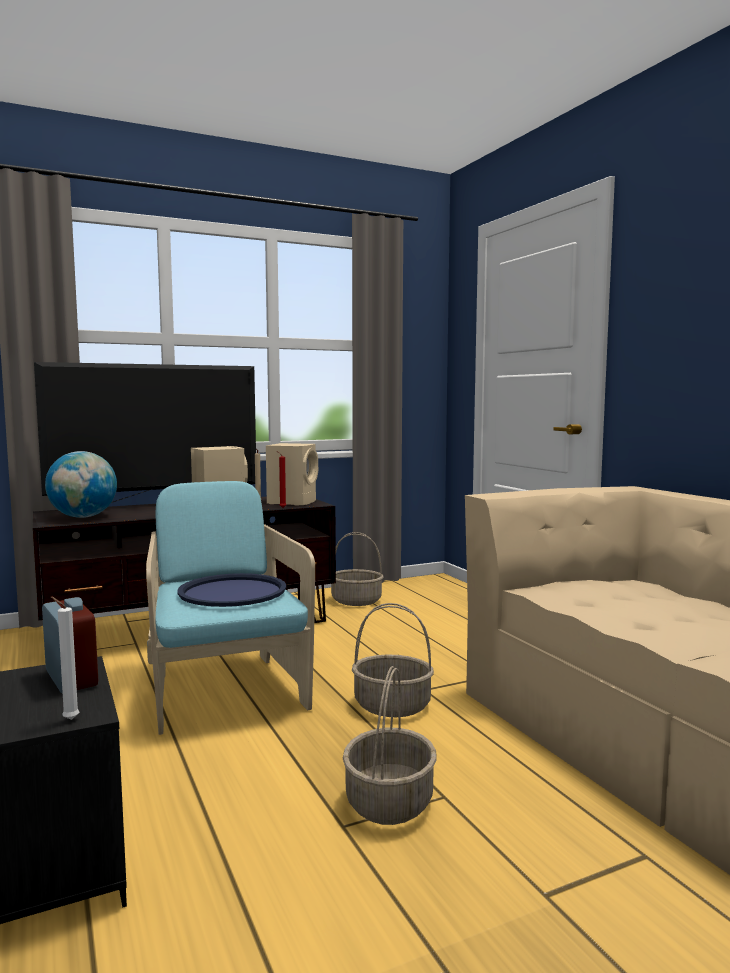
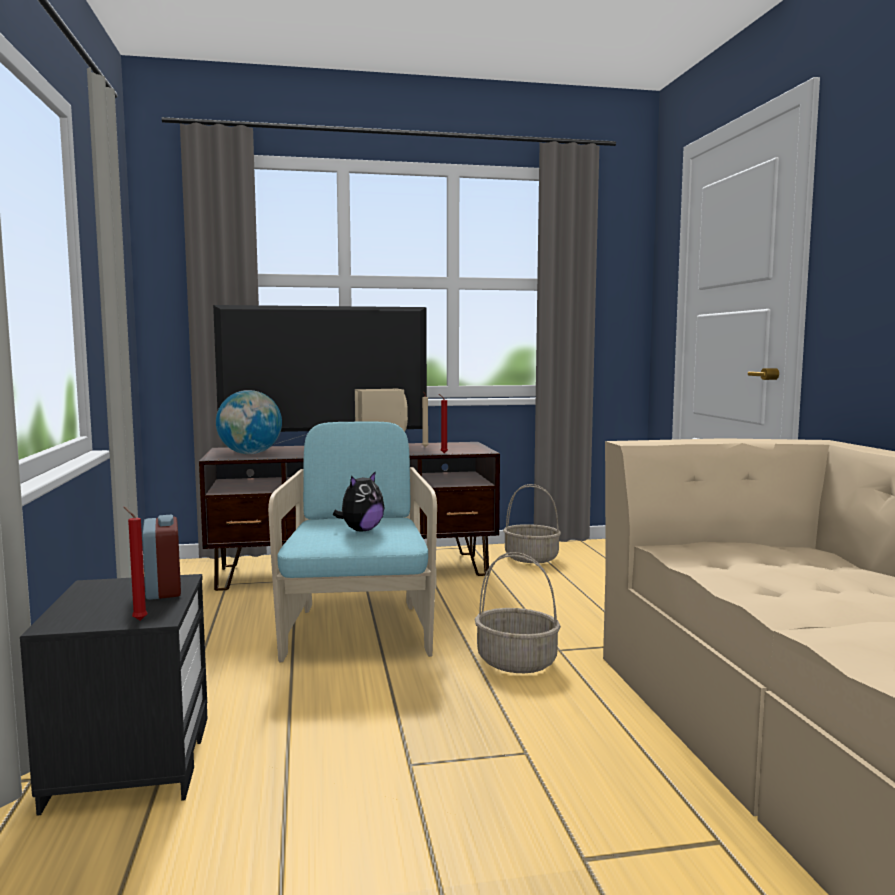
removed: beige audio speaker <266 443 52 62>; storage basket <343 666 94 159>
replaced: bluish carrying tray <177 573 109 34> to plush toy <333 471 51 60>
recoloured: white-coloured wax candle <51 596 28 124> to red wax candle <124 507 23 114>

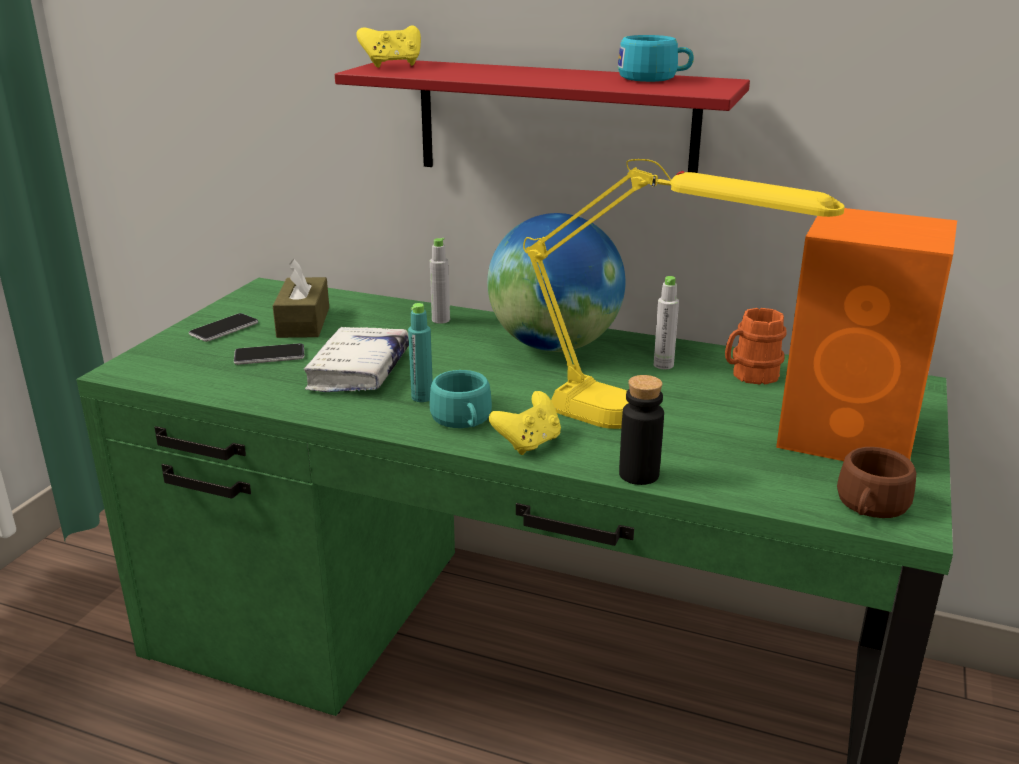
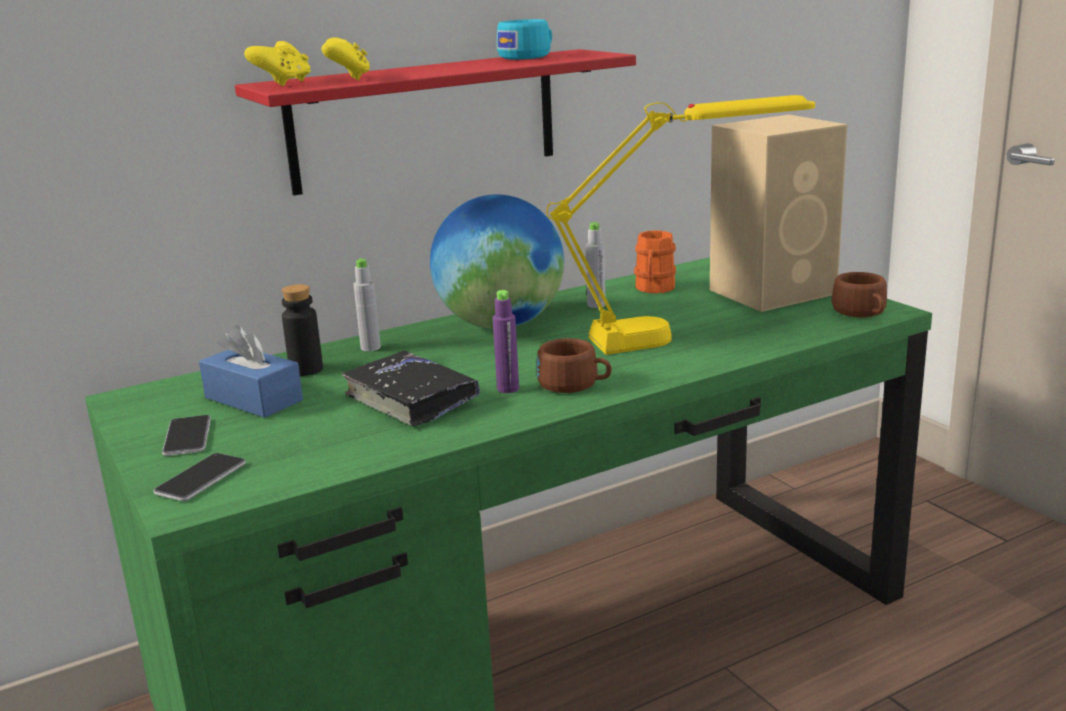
moved: phone <234 343 70 22> to <154 453 92 48>; blackish bottle <619 375 45 110> to <282 284 41 92>; yellowish game controller <489 391 72 64> to <322 37 48 44>
recoloured: orange audio speaker <776 208 181 253> to beige audio speaker <710 115 137 197>; brown box of tissues <273 259 56 79> to bluish box of tissues <199 325 104 93>; turquoise bottle <408 303 25 99> to purple-coloured bottle <492 290 27 103>; white-coloured book <304 327 105 65> to blackish book <342 351 138 75>; turquoise cup <430 370 62 58> to brown cup <537 338 75 55>

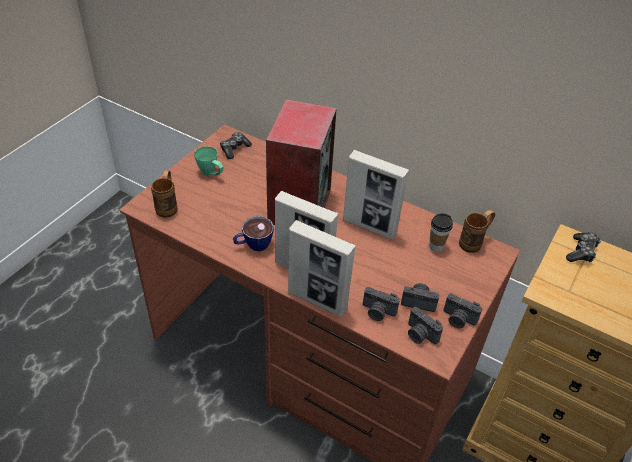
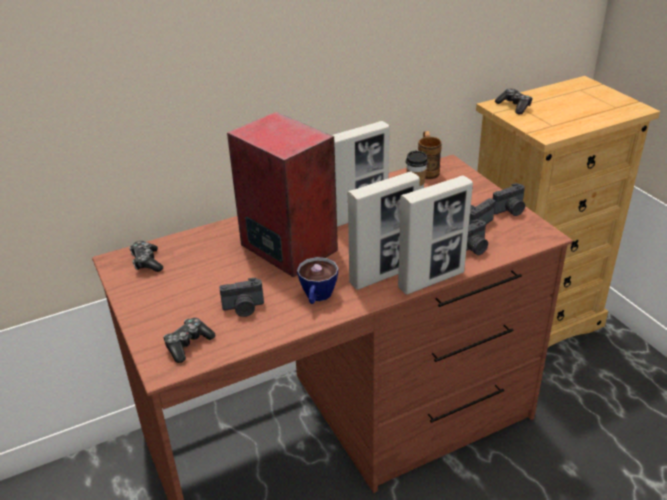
removed: green-coloured tea mug <194 146 29 30>
moved: still camera <408 307 35 37> to <219 278 45 39>
replaced: brown tea mug <151 170 26 48> to game controller <163 318 52 45>

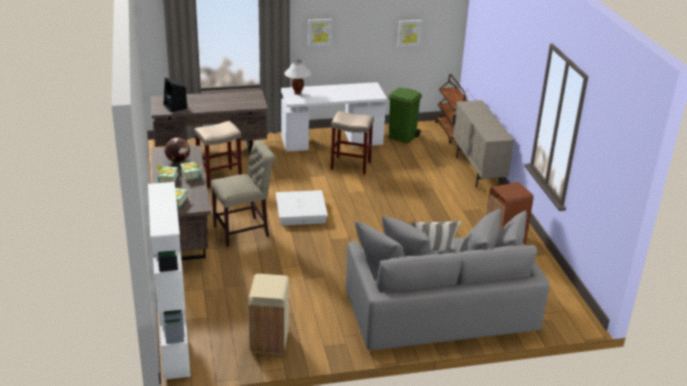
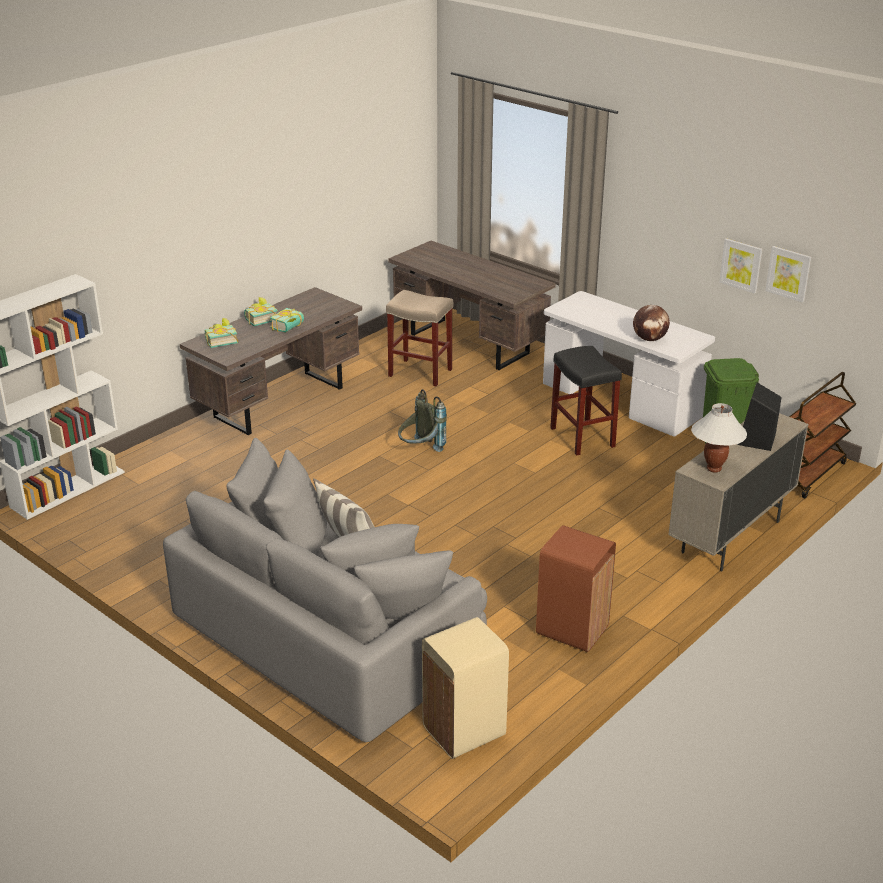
removed: beige upright chair <211 140 65 107>
moved: wall art <308 19 24 28> to <719 238 44 55>; white-coloured table lamp <284 59 27 36> to <691 403 56 70>; blackish audio speaker <164 78 23 34> to <738 382 44 69>; globe <165 137 25 26> to <633 305 37 36>; beige waste bin <248 274 41 80> to <422 617 87 142>
replaced: white-coloured storage box <276 190 52 36> to greyish rucksack <398 389 49 63>
recoloured: beige sitting stool <331 111 43 64> to blackish sitting stool <550 346 72 110>

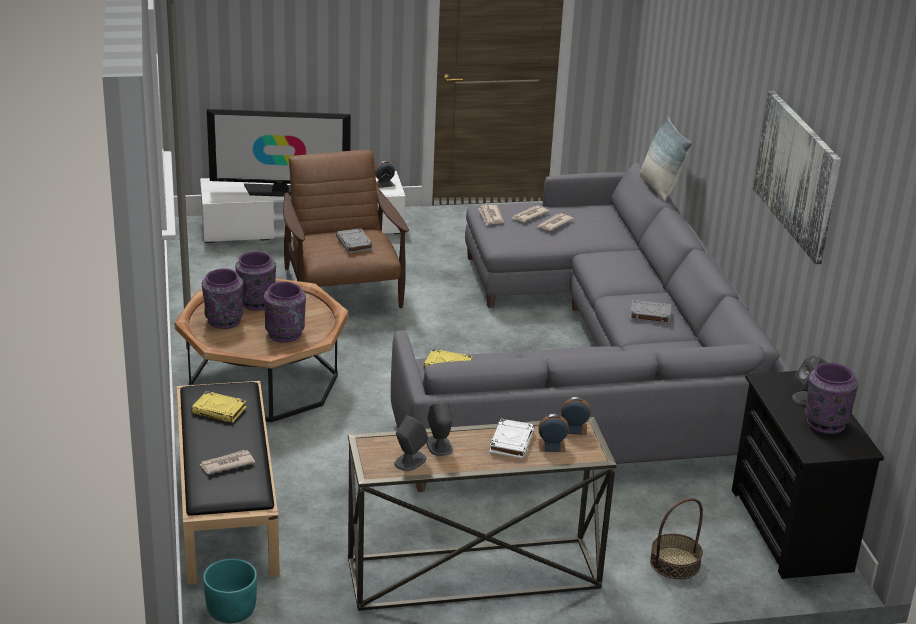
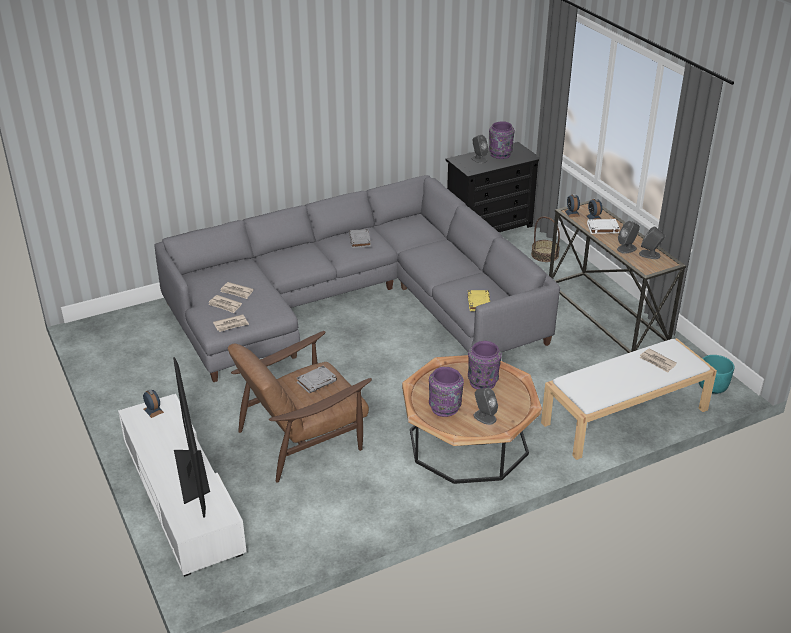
removed: wall art <753 91 88 173>; pillow <640 117 52 84>; yellowish book <191 391 56 32>
replaced: purple-coloured vase <202 268 41 61> to greyish audio speaker <473 388 25 37>
recoloured: blackish bench <177 381 103 204> to white-coloured bench <541 338 176 122>

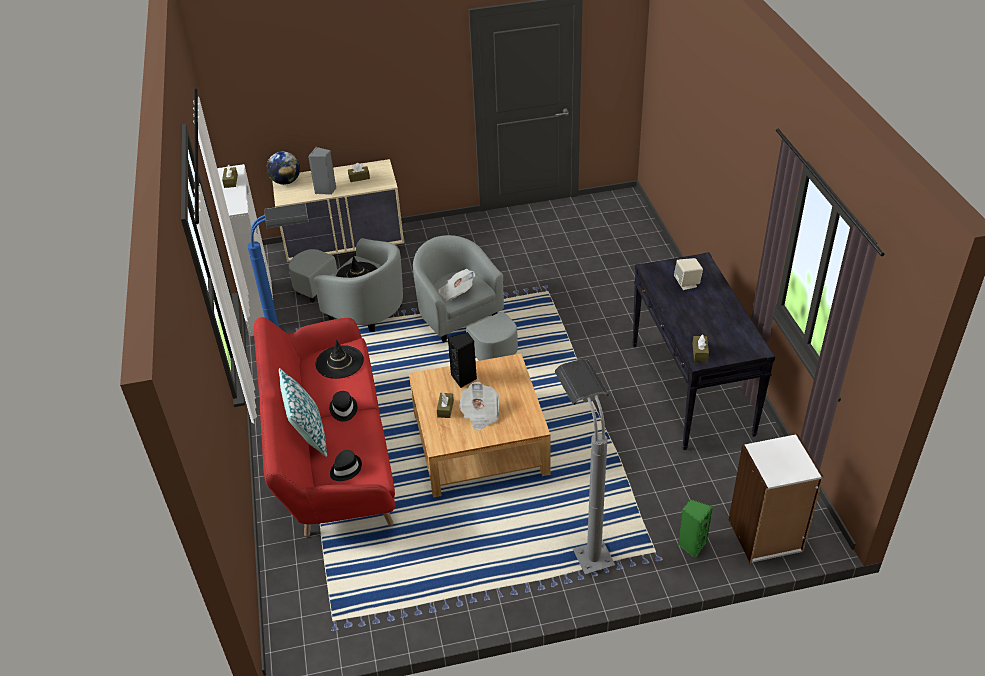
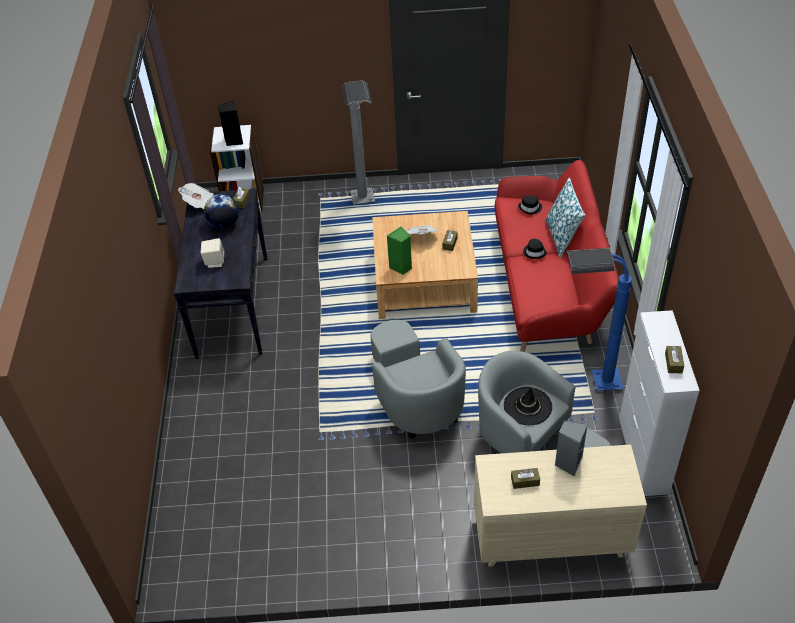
removed: blackish wearable hat <315 340 49 39>
moved: globe <267 151 33 34> to <204 194 35 35>; daily paper <438 269 37 32> to <178 183 36 26>; blackish audio speaker <448 332 29 56> to <218 101 25 45>; green-coloured audio speaker <678 499 35 59> to <387 226 25 49>

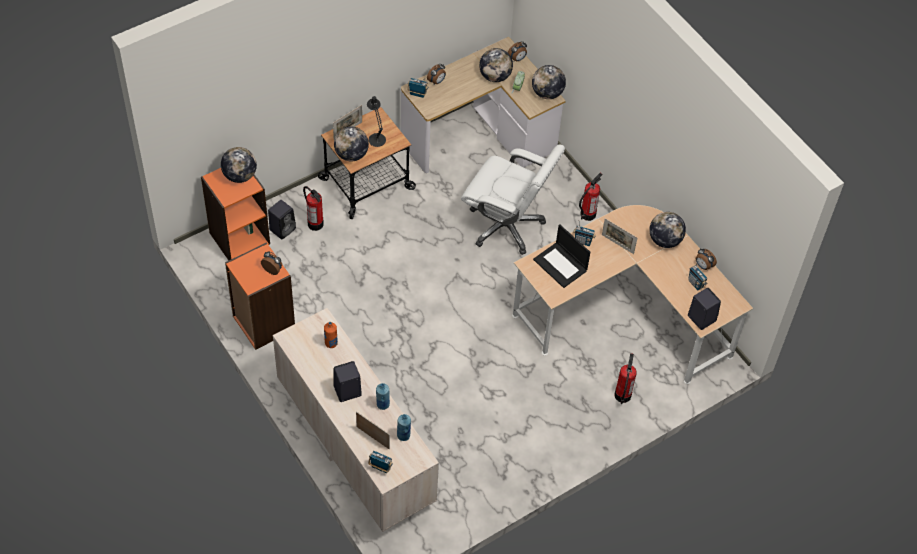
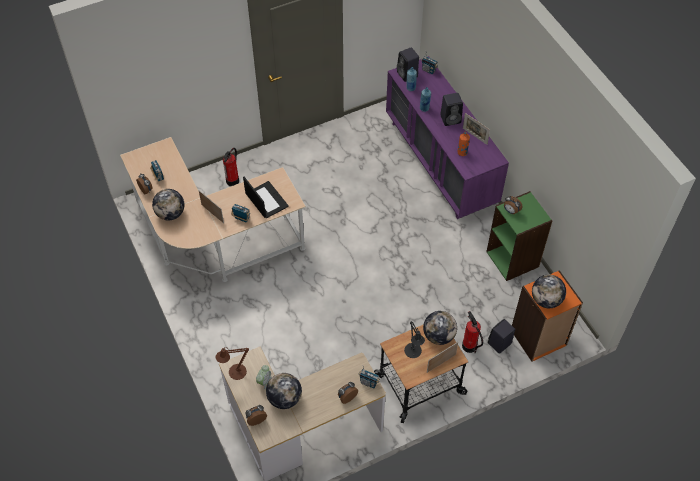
removed: white-coloured desk chair <461 144 104 111>; fire-fighting cylinder <579 173 24 48>
moved: blackish audio speaker <688 288 33 42> to <397 47 22 35>; picture frame <356 411 34 39> to <463 113 27 32>
replaced: globe <532 65 34 34> to brown table lamp <216 348 33 32>
recoloured: orange bookcase <225 242 70 108> to green-coloured bookcase <486 191 66 90>; beige chest of drawers <273 308 166 224> to purple-coloured chest of drawers <386 56 123 163>

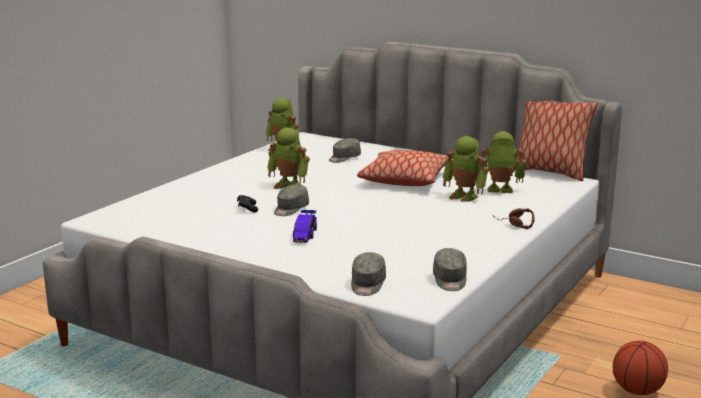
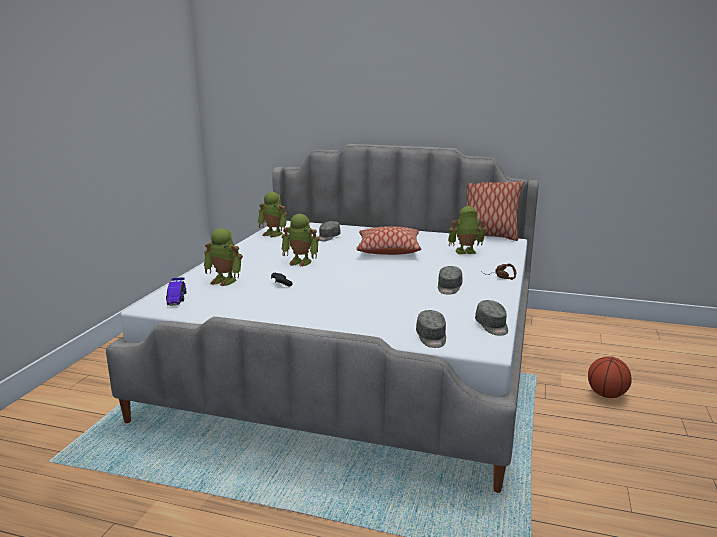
moved: model robot <442 136 47 66> to <204 228 39 58>; greyish peaked cap <274 185 35 31> to <438 266 25 29>; toy car <293 210 24 33> to <166 277 20 29>

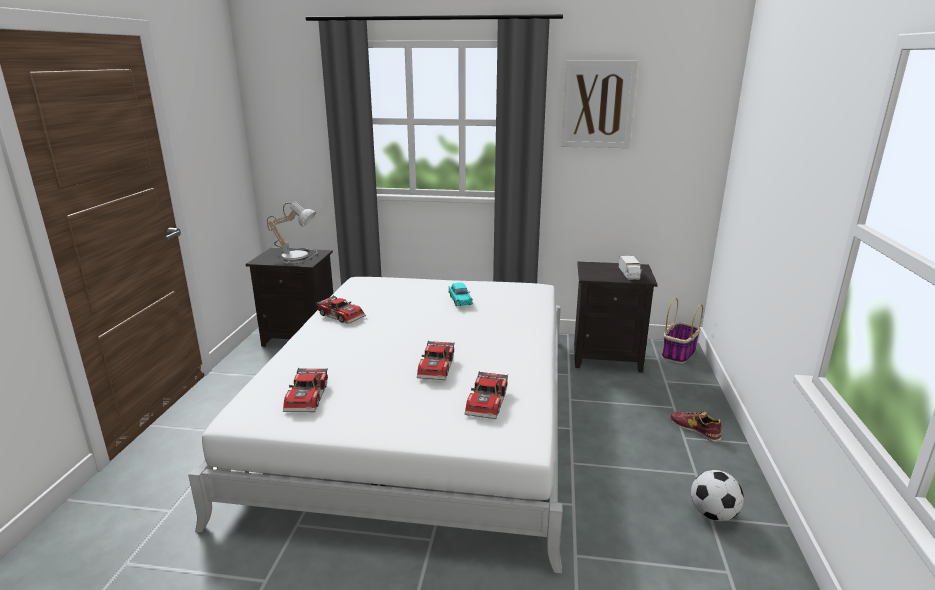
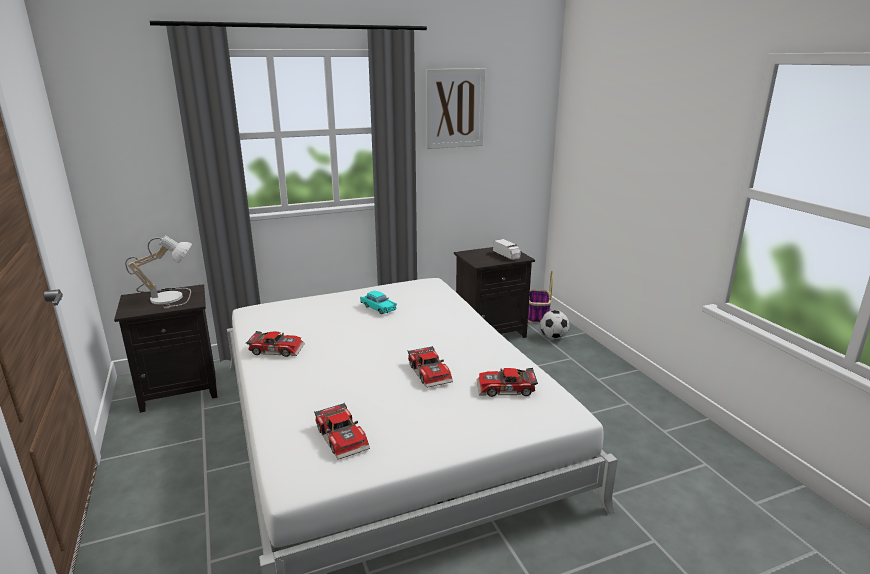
removed: low shoe <671 411 51 31>
moved: ball for football <691 470 53 51> to <540 310 29 29>
turned: toy car <465 371 43 48> = <477 368 61 29> 105 degrees clockwise

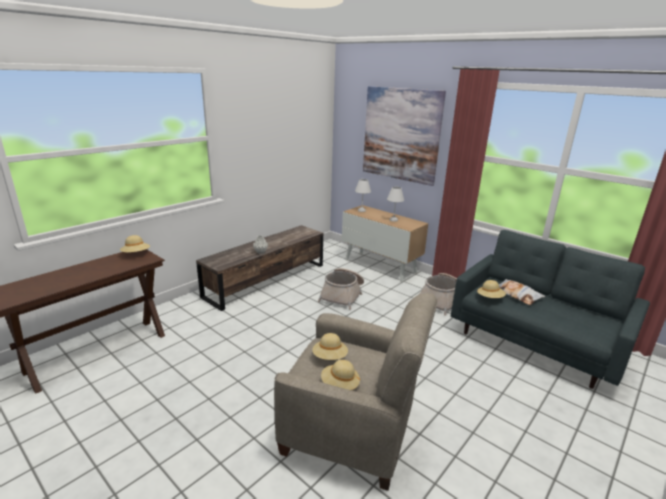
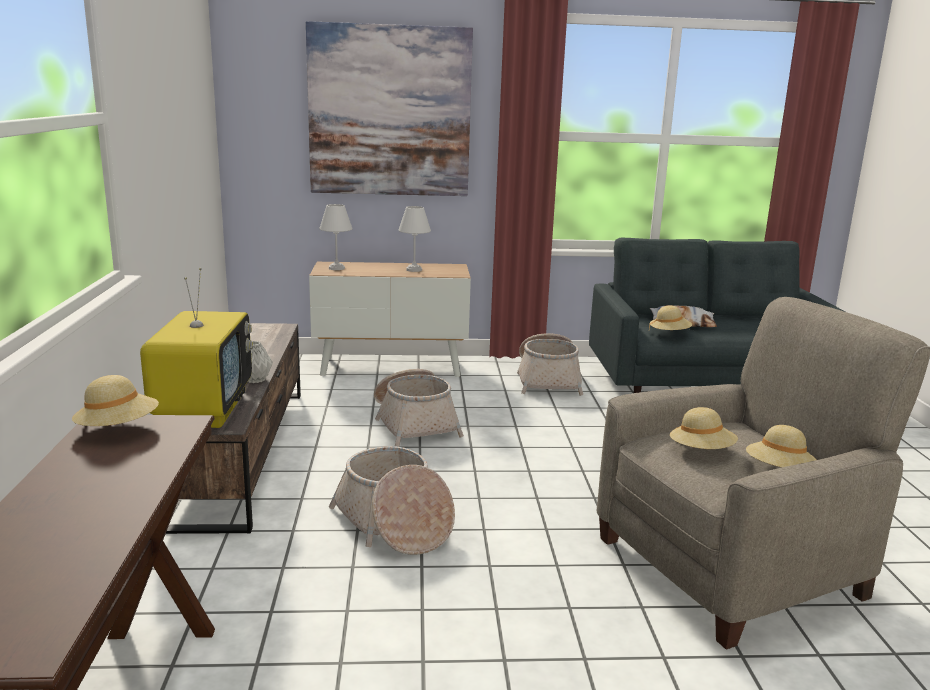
added: TV set <140 268 113 160>; storage basket <329 446 126 109>

